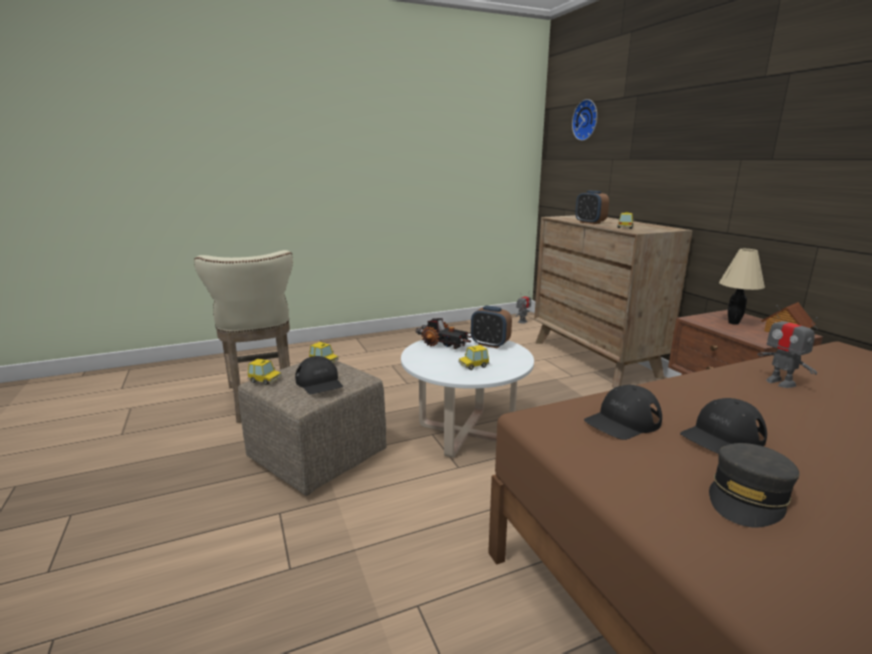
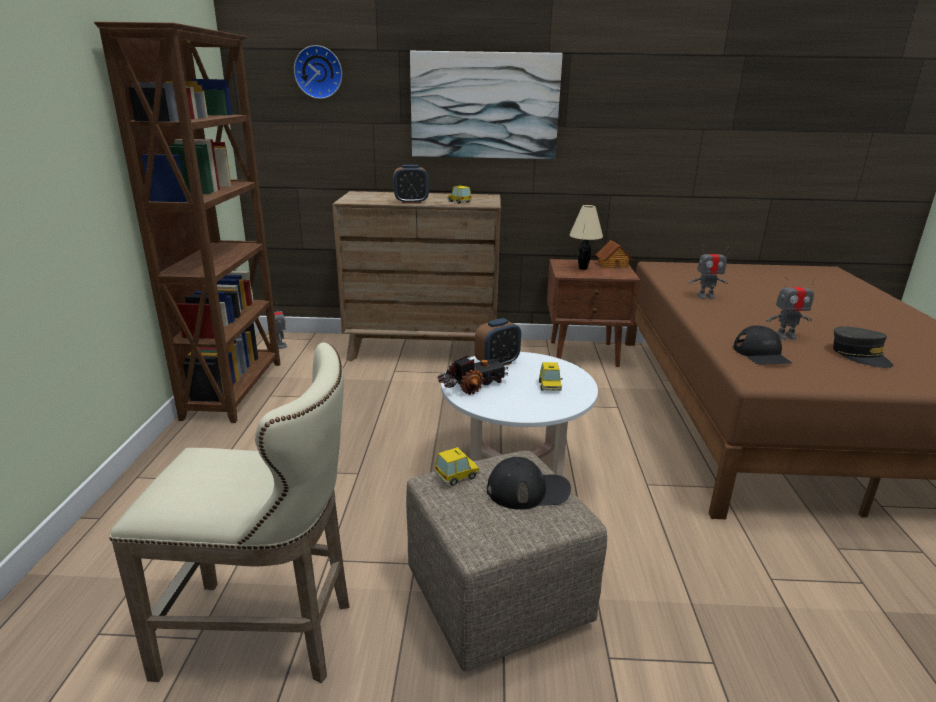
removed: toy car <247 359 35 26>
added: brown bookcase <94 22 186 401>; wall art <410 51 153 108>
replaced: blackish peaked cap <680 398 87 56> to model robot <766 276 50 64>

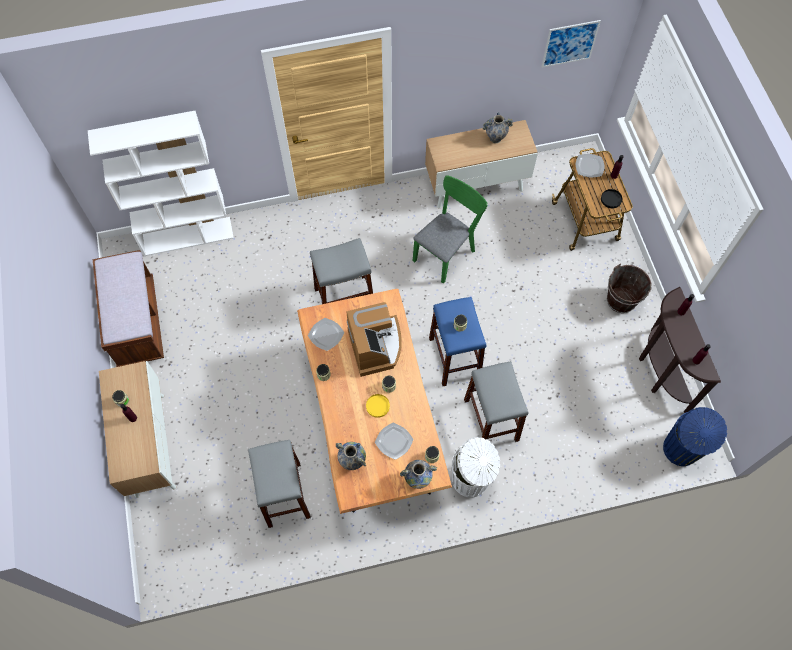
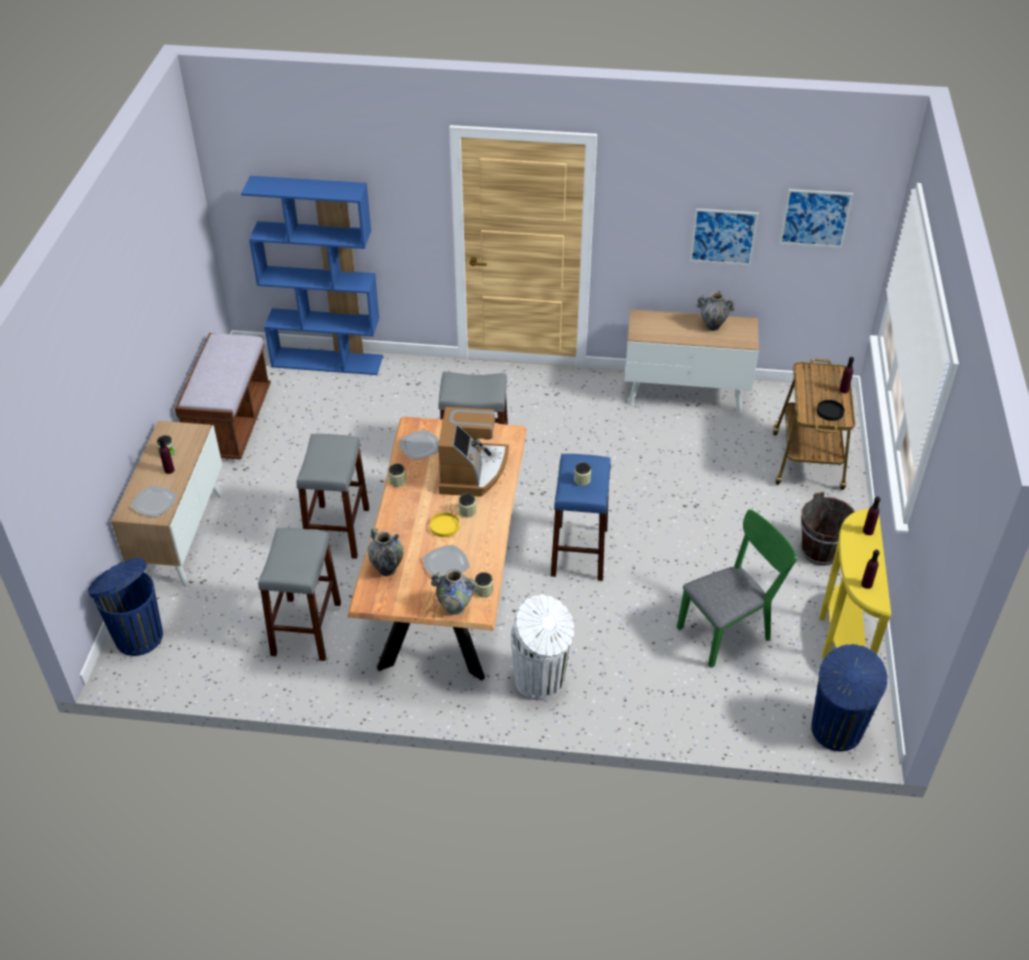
added: wall art <690 209 69 56>; bluish waste bin <88 557 75 99>
moved: dinner plate <576 154 29 23> to <130 485 47 32>; green-coloured upright chair <413 175 75 109> to <677 509 120 159>; greyish sitting stool <464 361 64 81> to <296 434 73 125>
recoloured: white-coloured bookcase <88 111 146 145> to bluish bookcase <241 176 142 199>; brown narrow table <639 287 82 126> to yellowish narrow table <820 508 71 151>

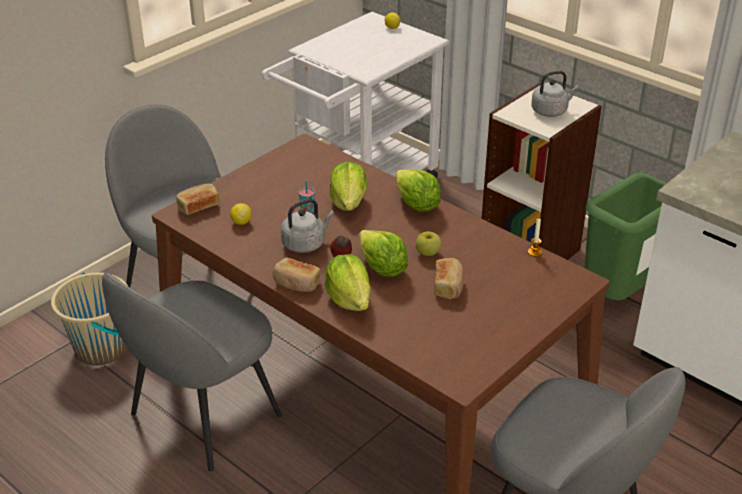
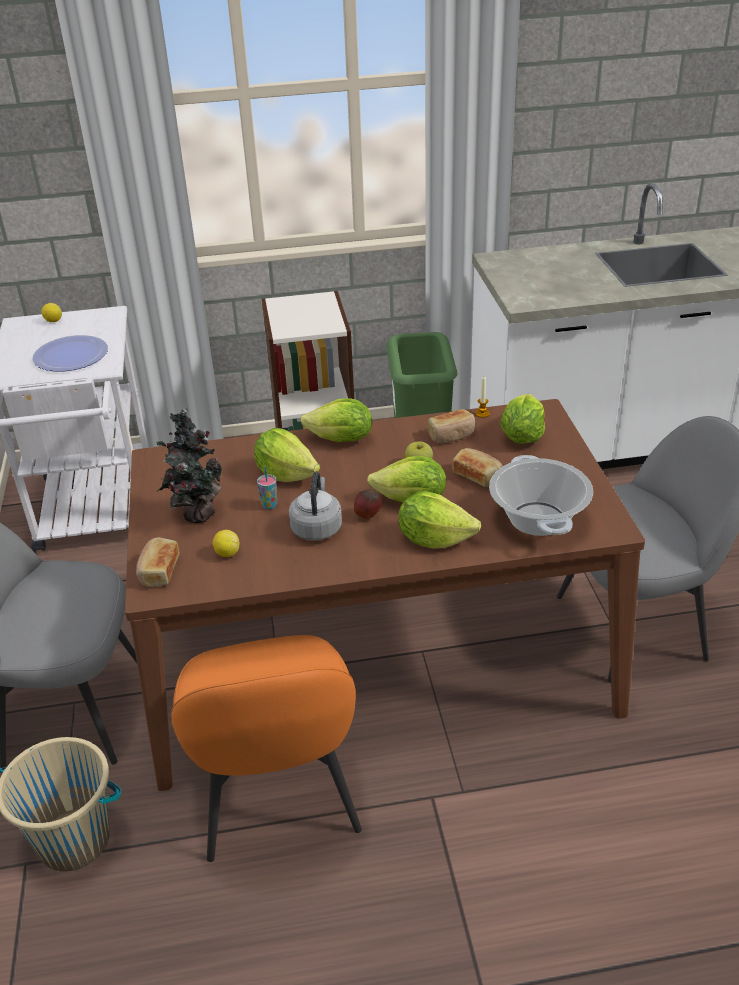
removed: greyish water kettle <531 71 48 46>
added: dinner plate <32 335 76 37>; head of lettuce <500 394 45 50>; houseplant <156 408 66 115>; cooking pot <489 455 104 81>
moved: baked bread <273 257 48 35> to <428 409 47 34>
recoloured: greyish upright chair <102 273 180 198> to orange upright chair <171 635 191 227>

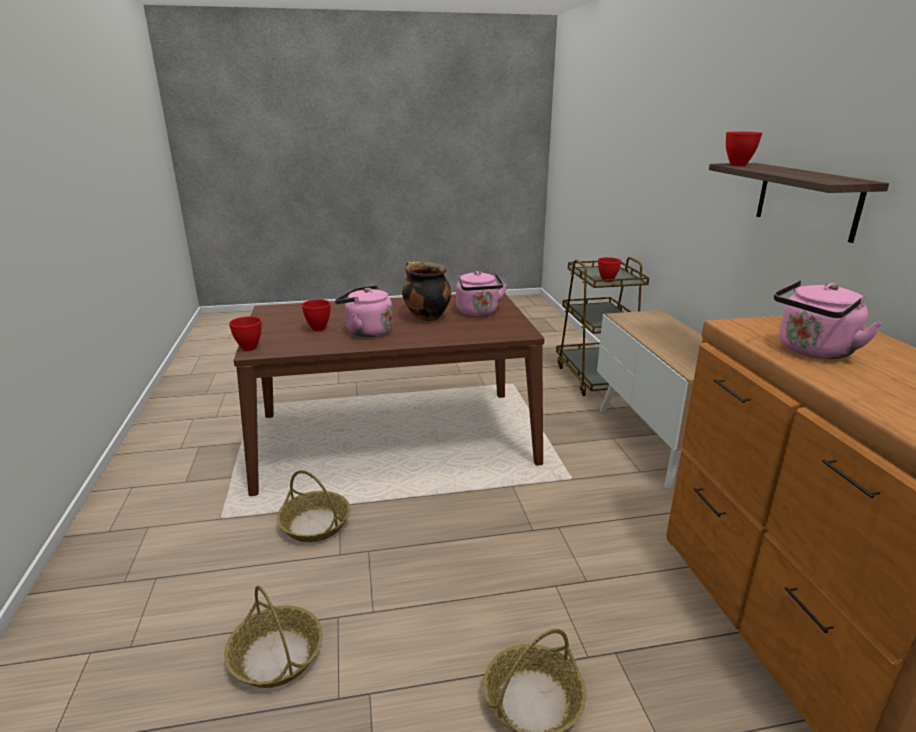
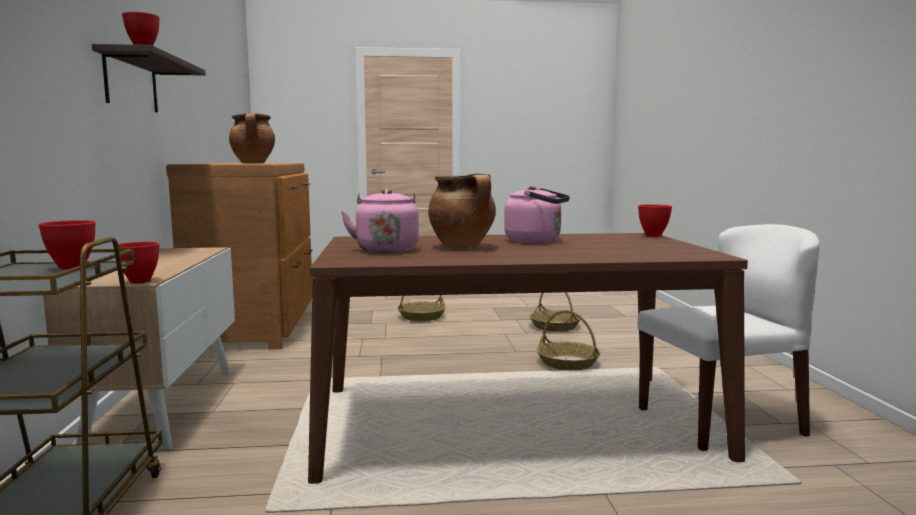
added: white-coloured upright chair <637 224 183 227>
moved: red deep dish <302 299 29 32> to <118 242 41 42>
replaced: pinkish water kettle <774 280 108 79> to cooking pot <229 113 46 50>

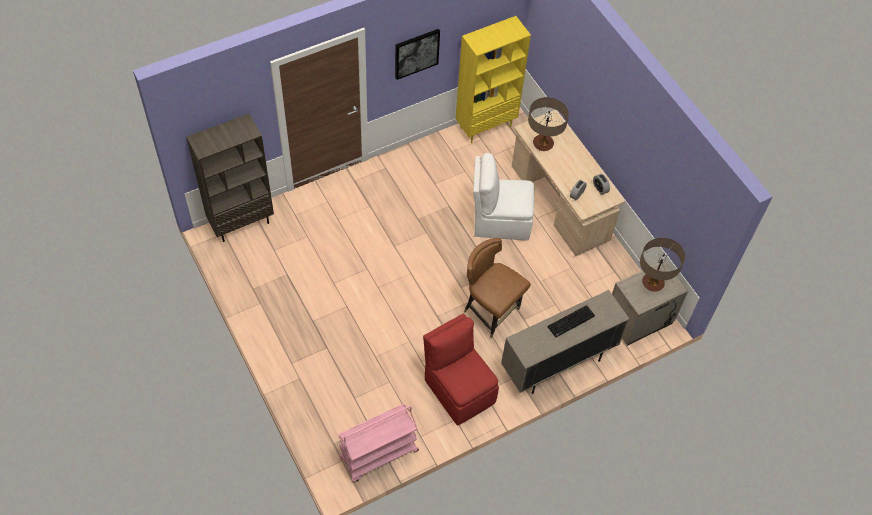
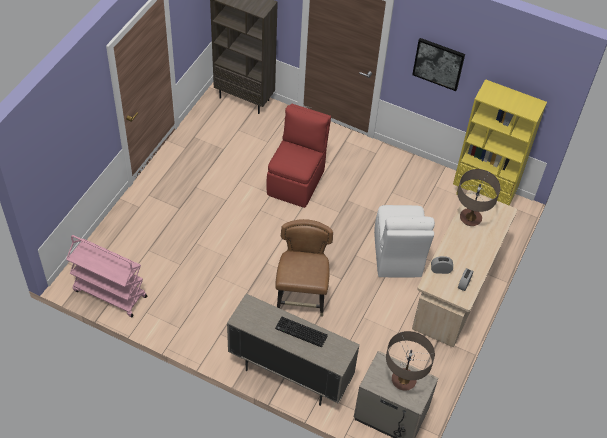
moved: red upright chair <423 313 76 112> to <266 104 65 104>
turned: white-coloured upright chair <473 153 61 88> = <374 205 61 72> 150 degrees counterclockwise

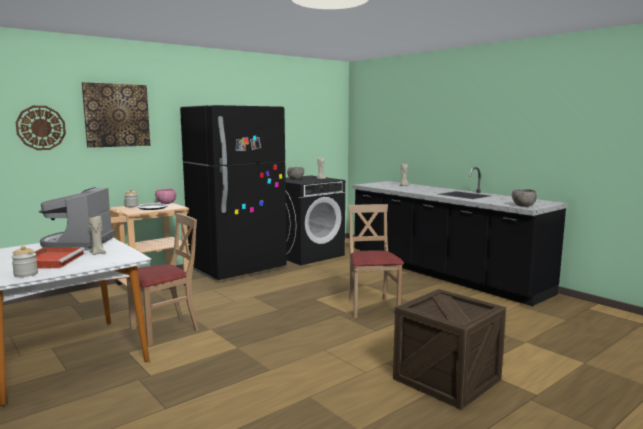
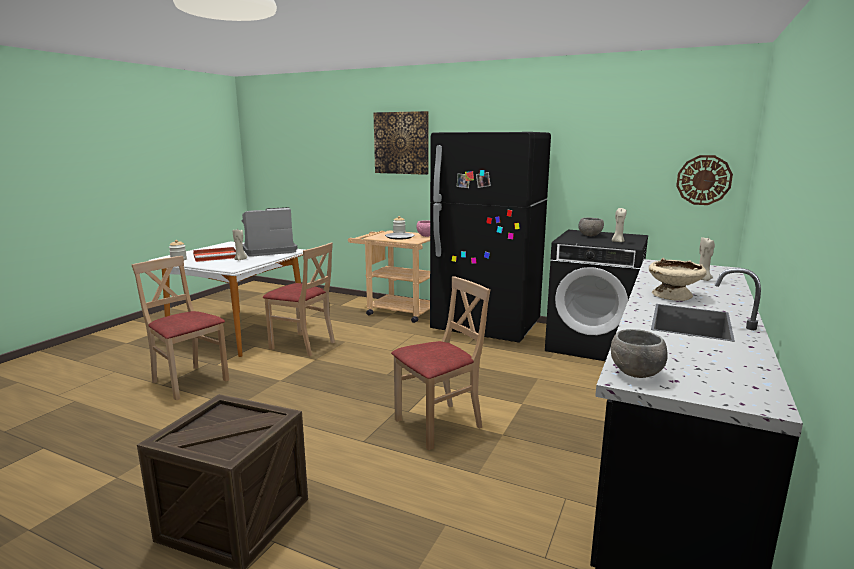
added: beige upright chair <131 256 98 144>; beige deep dish <649 258 57 43>
moved: wall clock <16 106 50 44> to <676 155 57 50>

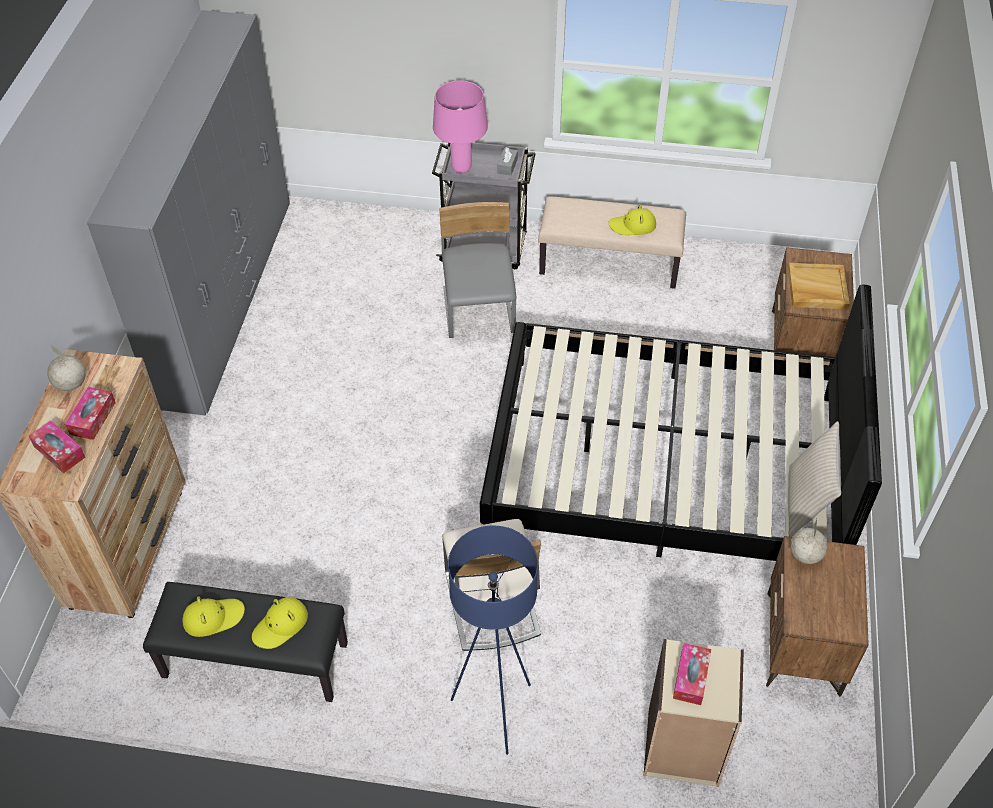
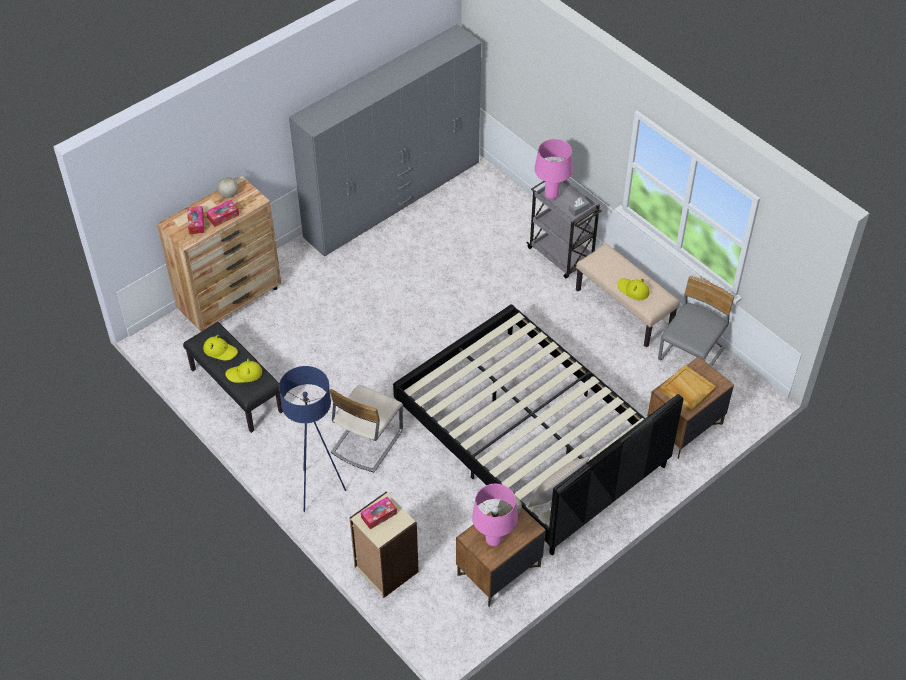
added: pinkish table lamp <472 484 46 62>
moved: greyish upright chair <439 202 78 136> to <658 276 76 90>

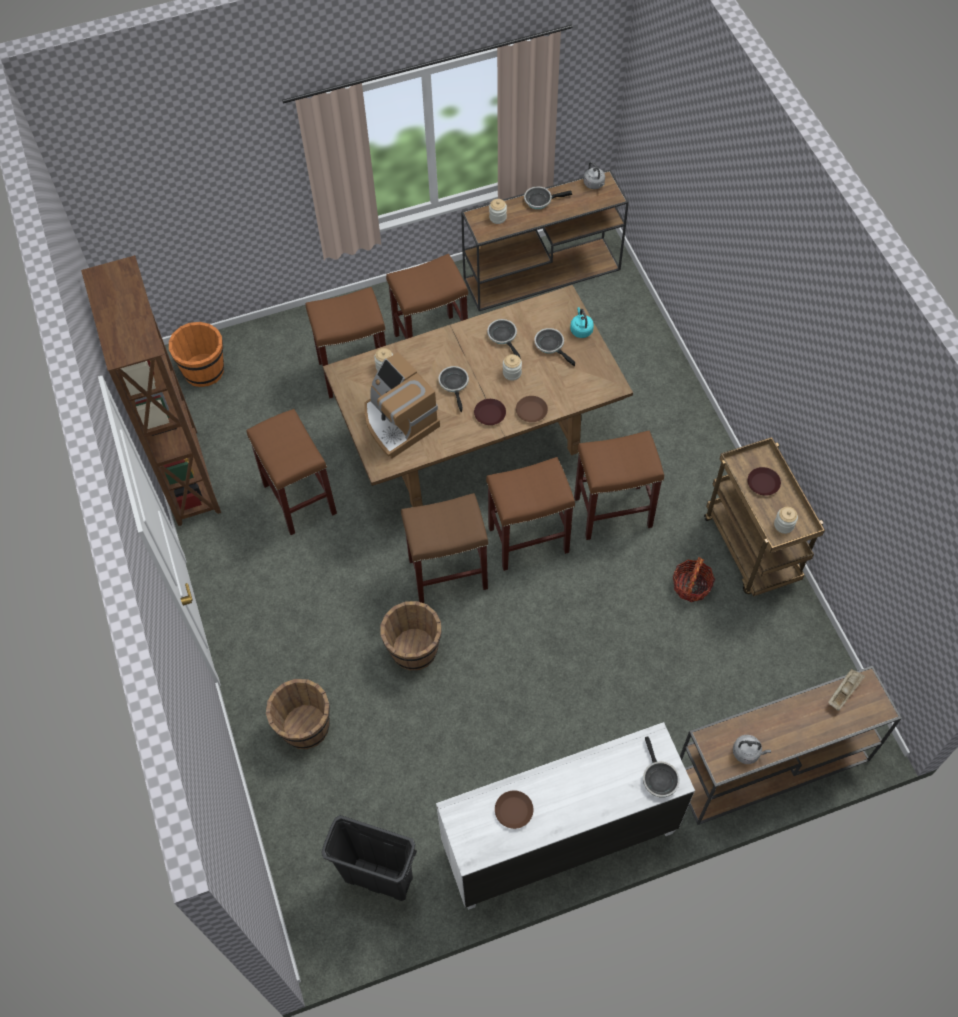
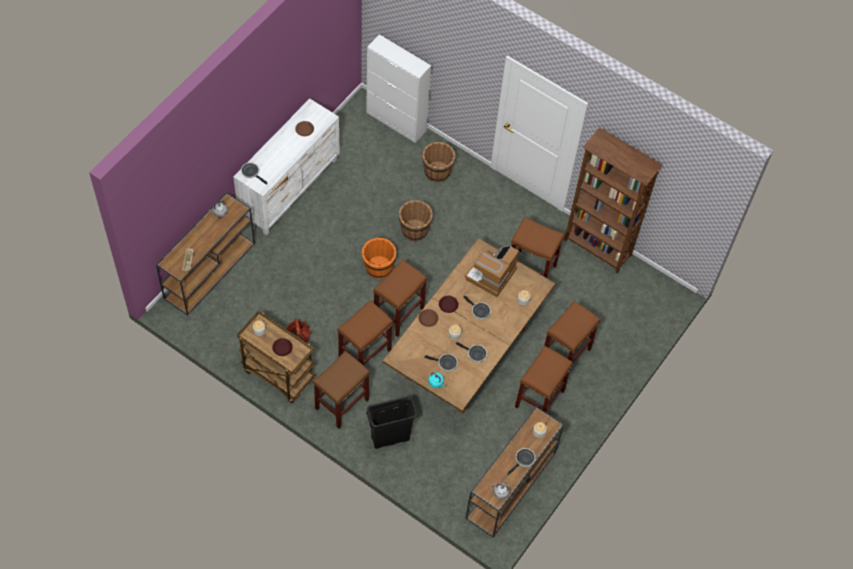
added: white-coloured cupboard <366 34 65 109>
moved: orange bucket <169 322 55 65> to <362 238 34 41>; brown sitting stool <401 493 87 110> to <313 351 57 78>; blackish waste bin <321 815 96 86> to <366 396 51 53>
turned: coffee machine <365 352 75 107> = <464 246 55 51> 75 degrees counterclockwise

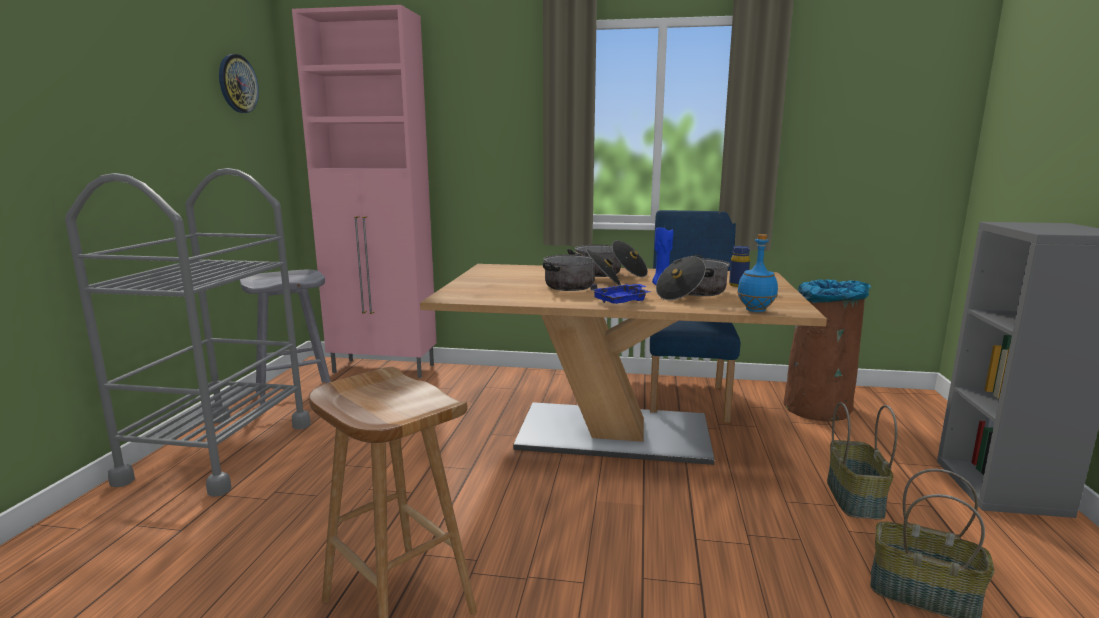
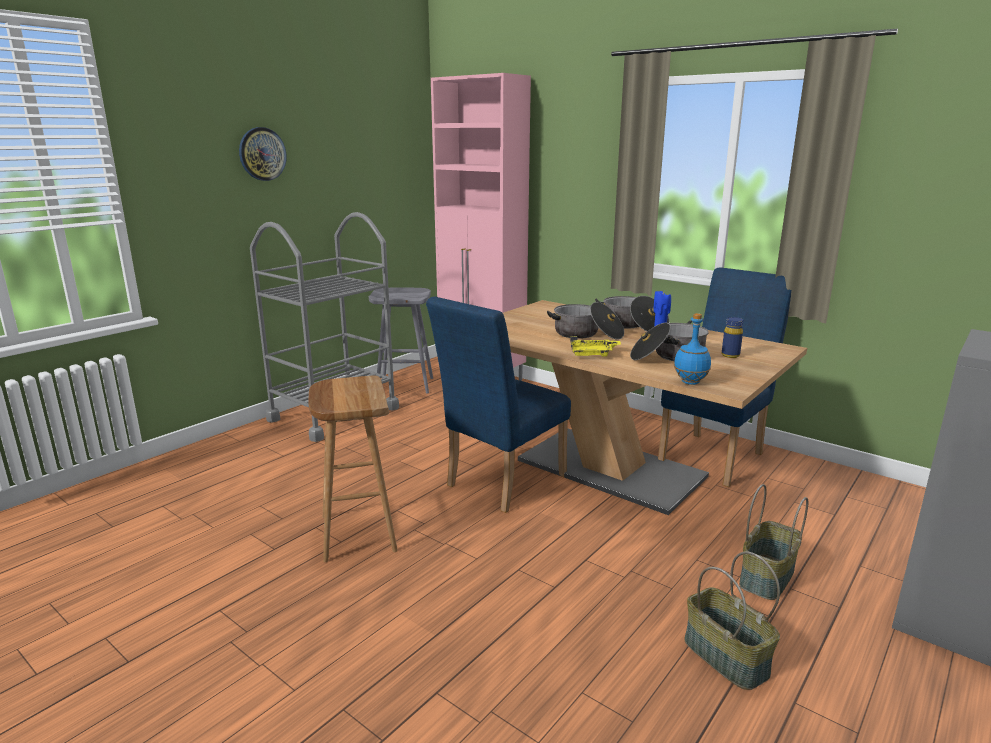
removed: brown waste bin <783 279 88 143>
added: bluish upright chair <426 297 145 216>
moved: wall clock <219 54 40 59> to <239 127 48 54>
recoloured: bluish carrying tray <590 284 61 20> to yellowish carrying tray <570 336 51 20>

